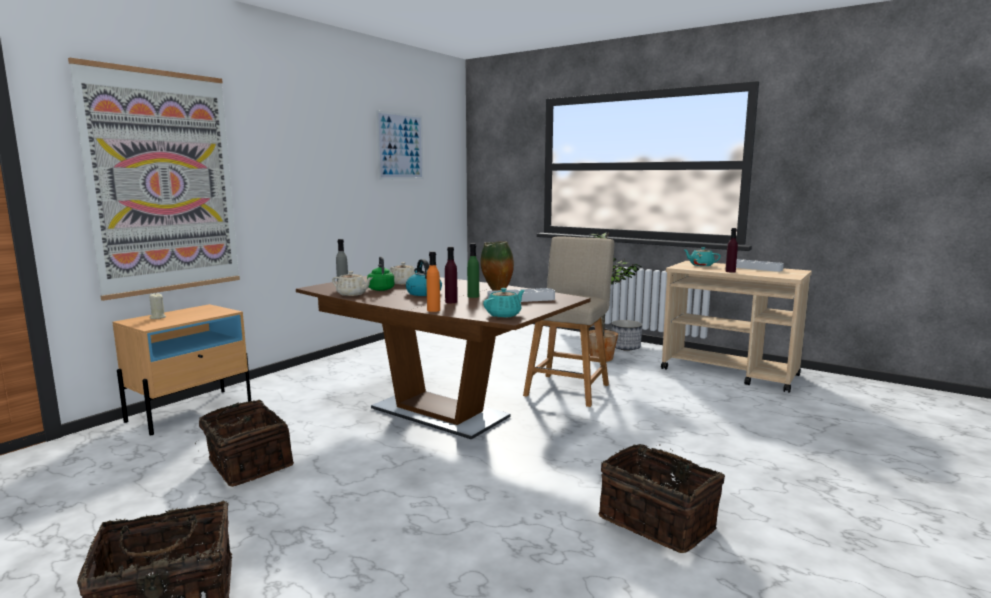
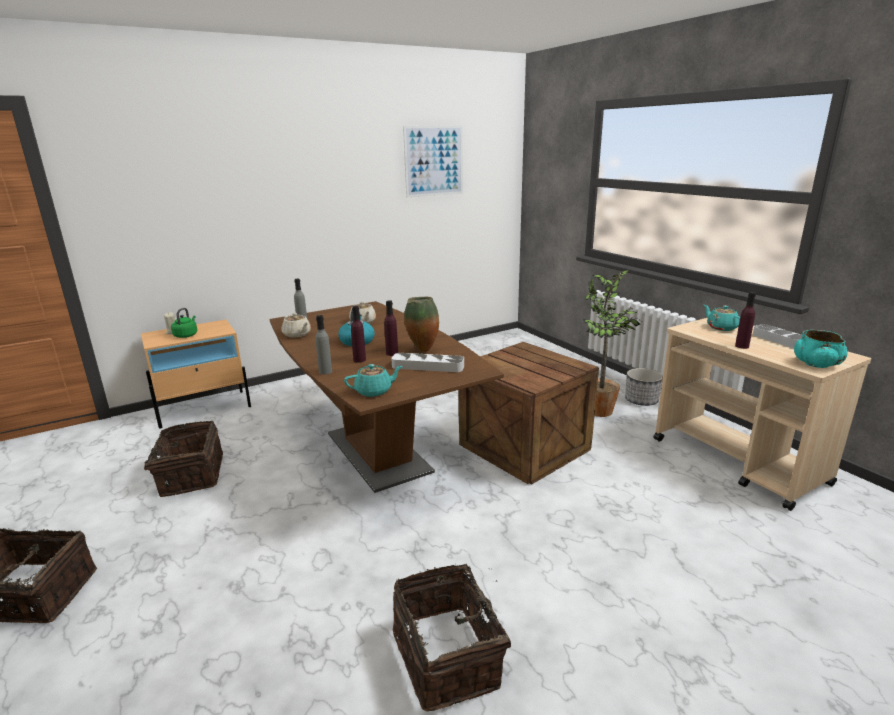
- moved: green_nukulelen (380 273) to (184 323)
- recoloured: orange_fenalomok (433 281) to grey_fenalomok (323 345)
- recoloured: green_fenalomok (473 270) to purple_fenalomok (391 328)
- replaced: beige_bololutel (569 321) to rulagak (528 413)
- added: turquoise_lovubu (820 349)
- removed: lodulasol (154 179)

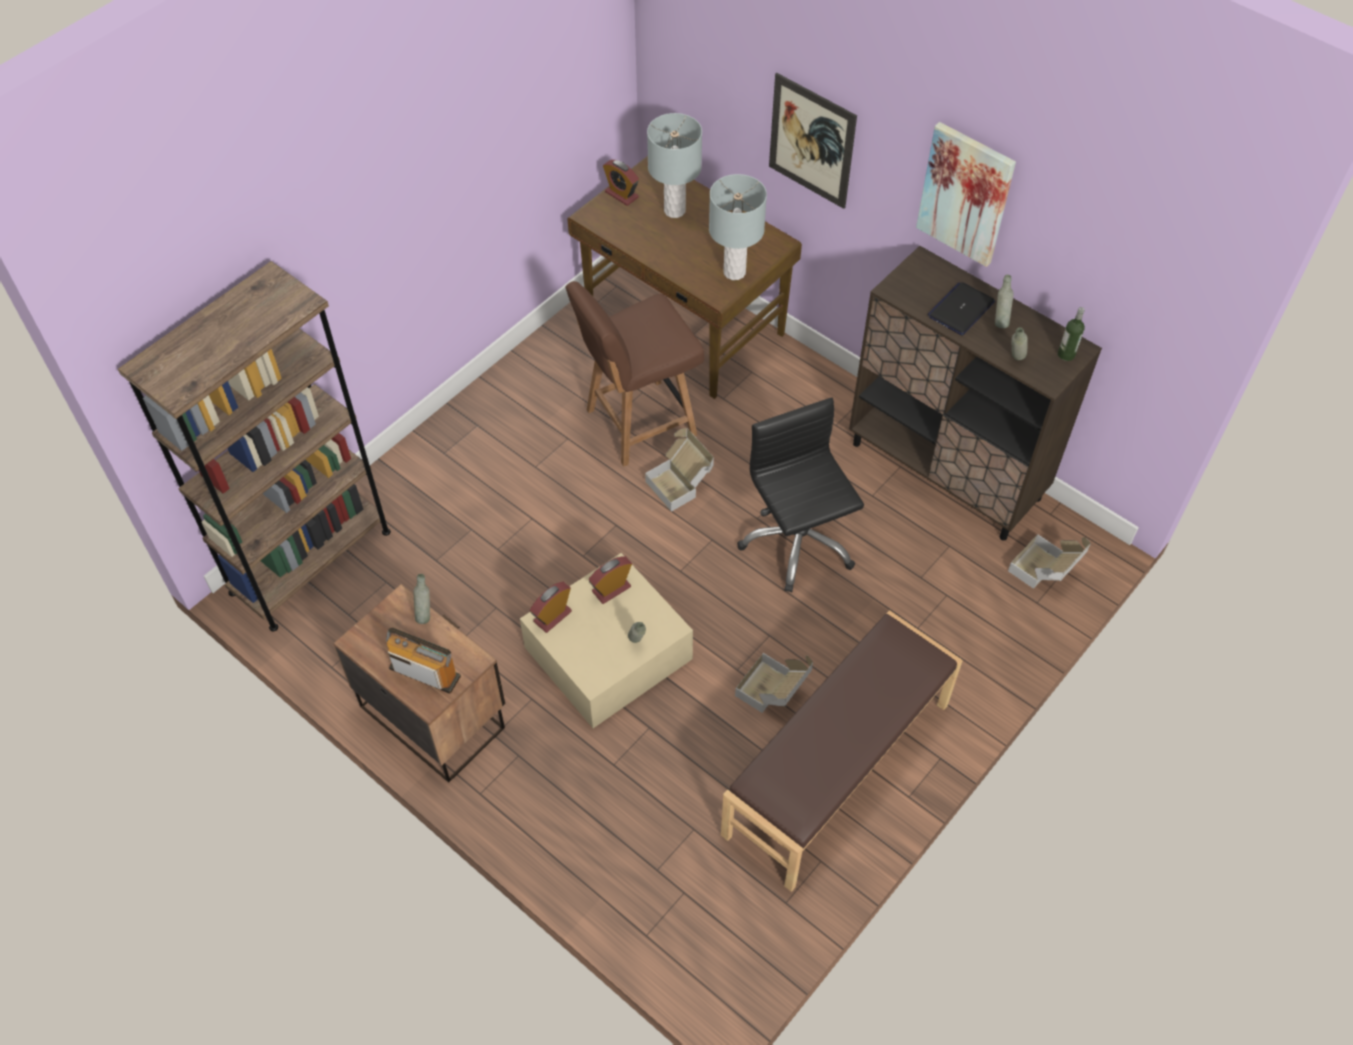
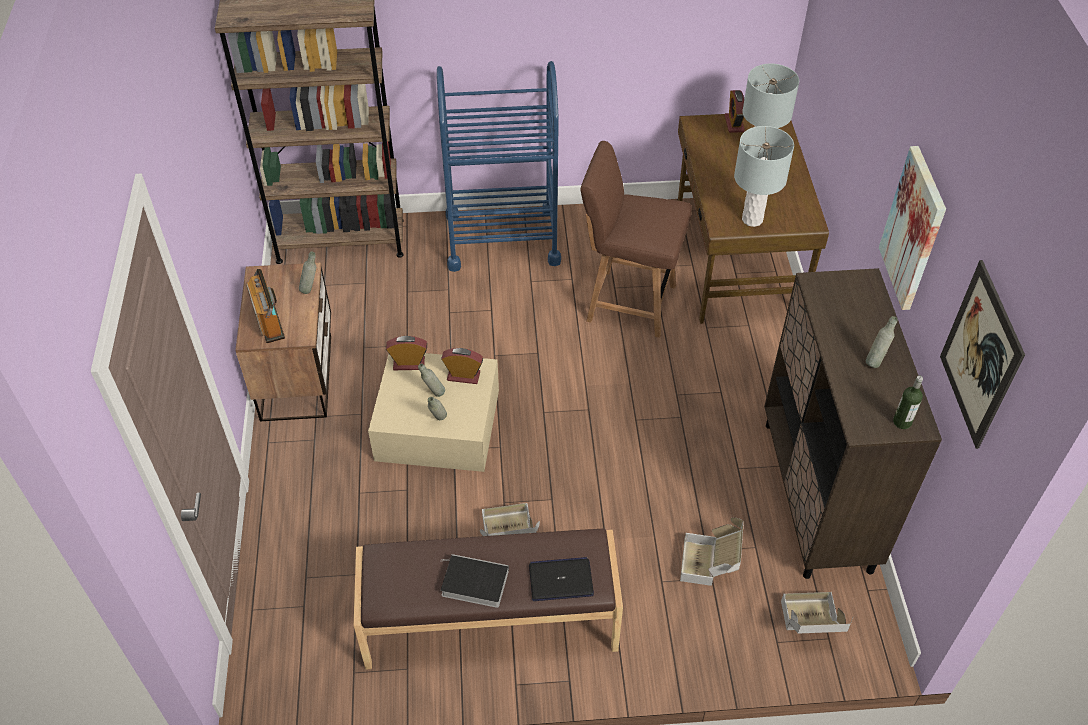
- moved: grey_fenalomok (1020 343) to (431 380)
- added: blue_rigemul (499 166)
- added: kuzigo (475 581)
- moved: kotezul (961 308) to (561 579)
- moved: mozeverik (679 470) to (712 551)
- moved: lodulasol (813 141) to (982 354)
- removed: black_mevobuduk (800 495)

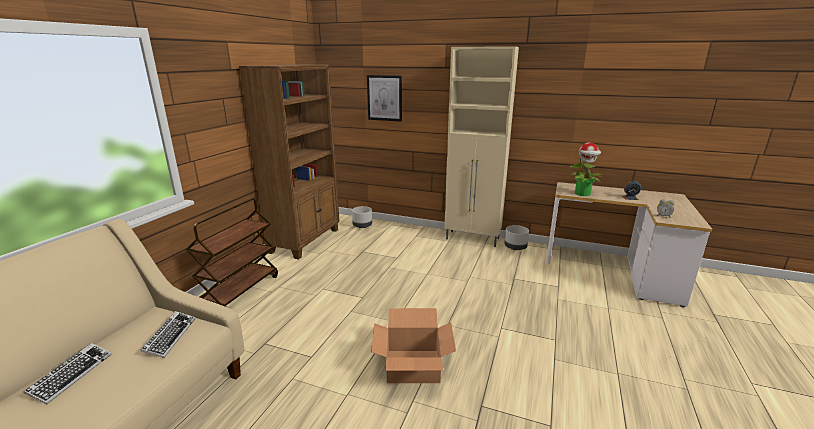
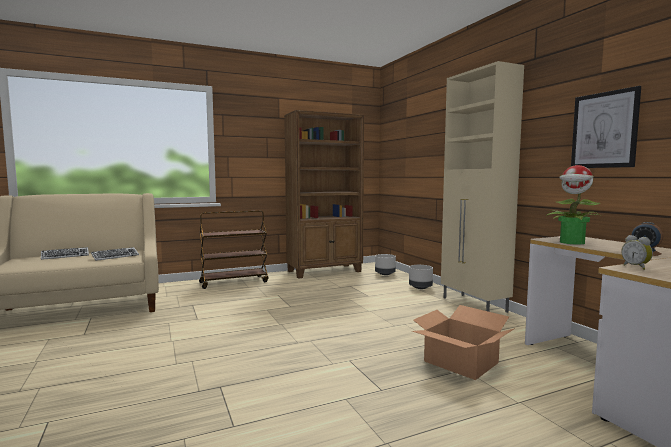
- moved: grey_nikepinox (516 237) to (421 277)
- moved: mozeverik (413 345) to (463 342)
- moved: lodulasol (384 98) to (606 127)

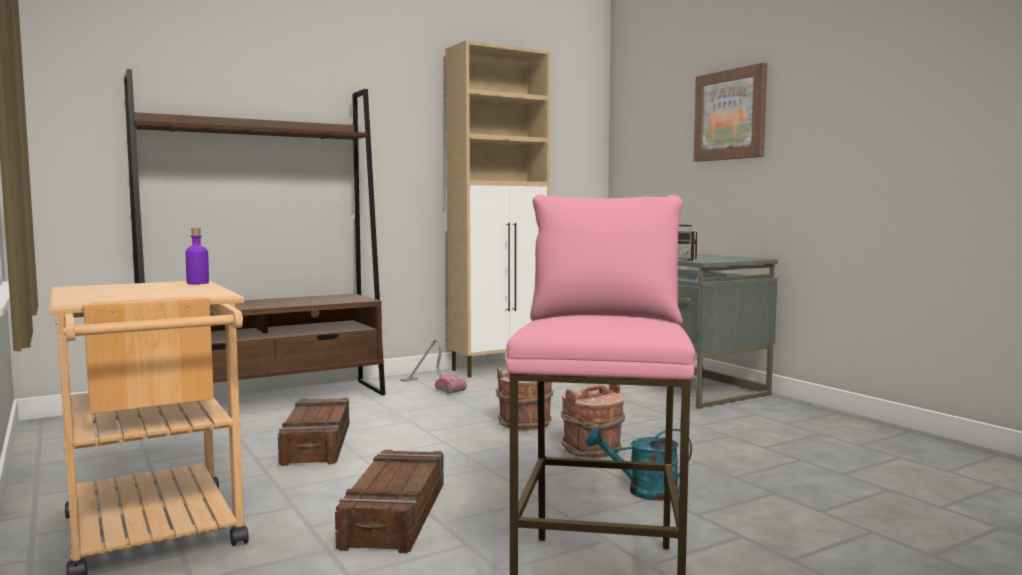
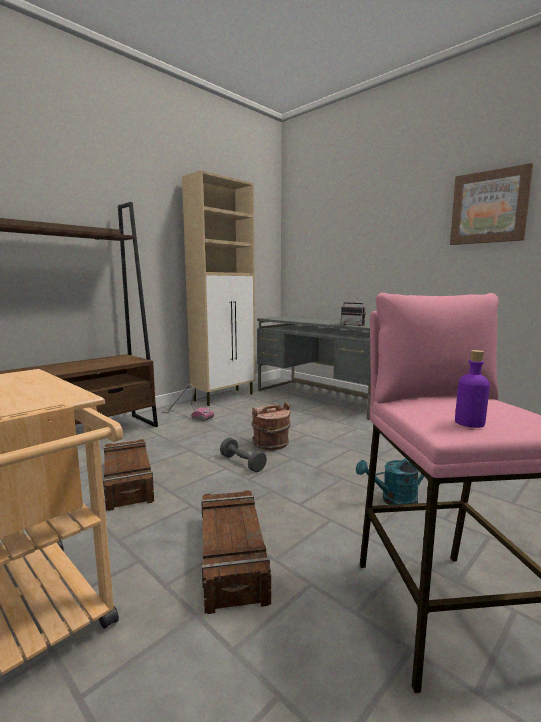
- added: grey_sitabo (243 455)
- moved: lodulasol (730 112) to (491 204)
- moved: purple_fenalomok (197 256) to (472 389)
- removed: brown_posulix (593 421)

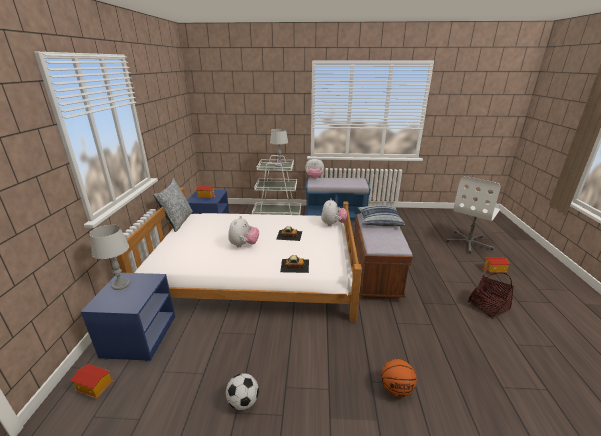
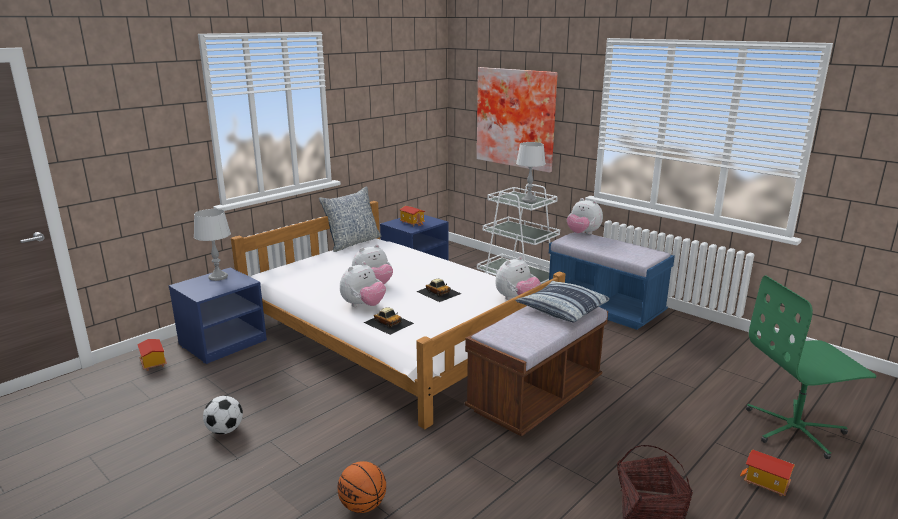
- added: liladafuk (363 284)
- added: lodulasol (517 120)
- recoloured: white_mevobuduk (473 214) to green_mevobuduk (811 367)

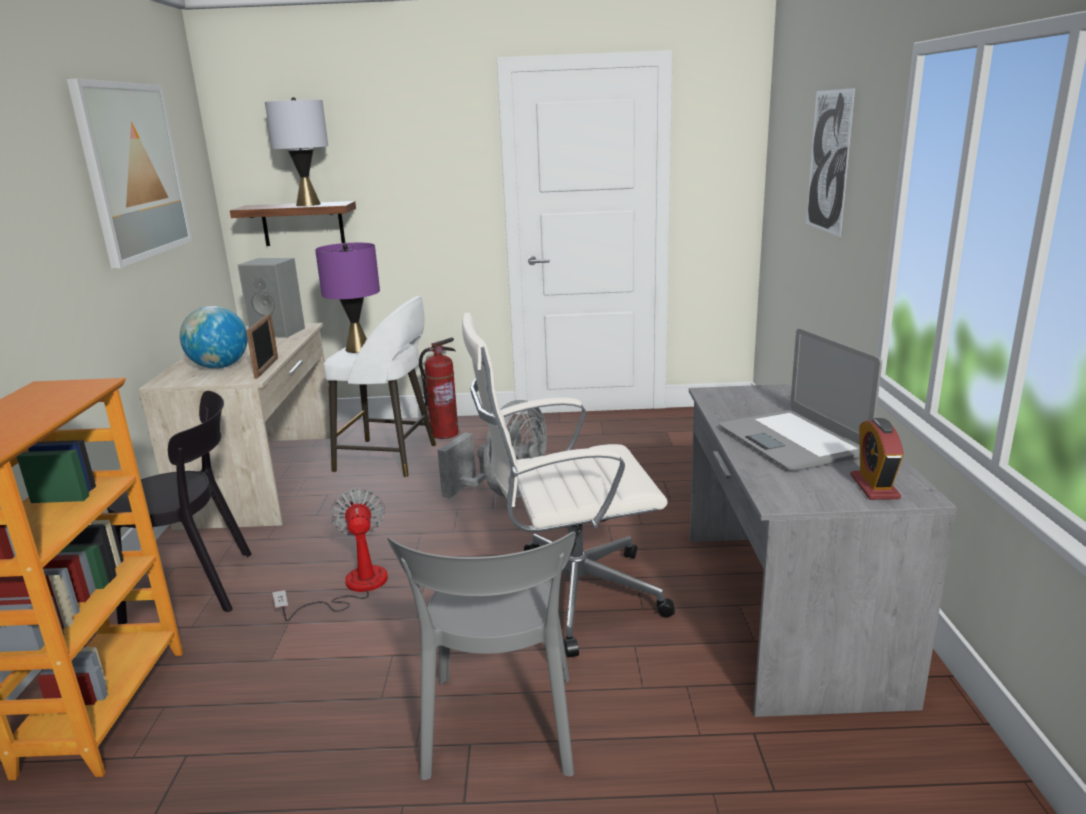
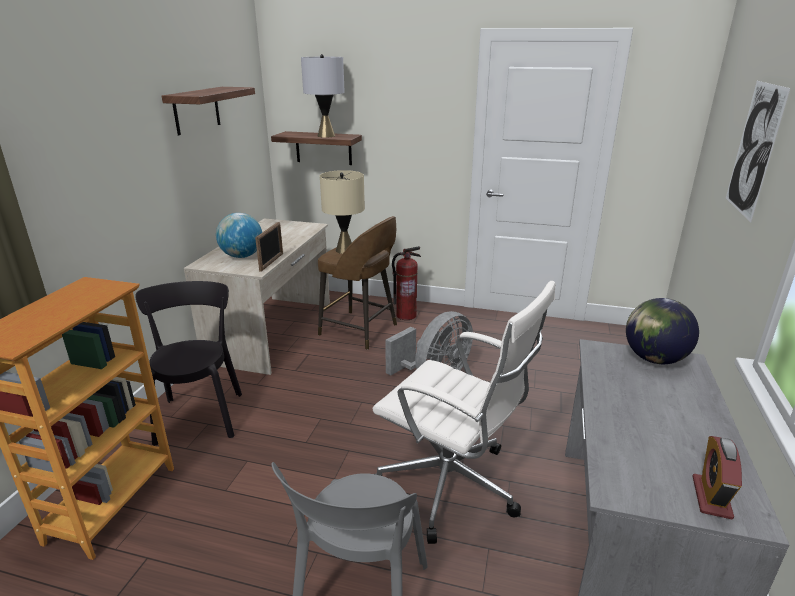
- turned: black_bololutel (179 507) = (188 363) 105 degrees counterclockwise
- replaced: lodulasol (129 174) to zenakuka (208 111)
- recoloured: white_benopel (379 386) to brown_benopel (357 283)
- recoloured: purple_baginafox (347 298) to beige_baginafox (342 212)
- turned: white_mevobuduk (568 485) = (464 412) 150 degrees counterclockwise
- added: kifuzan (662 331)
- removed: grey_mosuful (271 298)
- removed: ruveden (330 554)
- removed: kotezul (800 399)

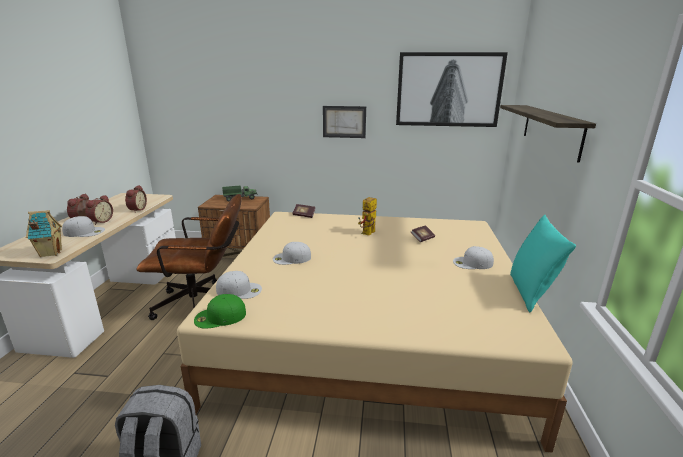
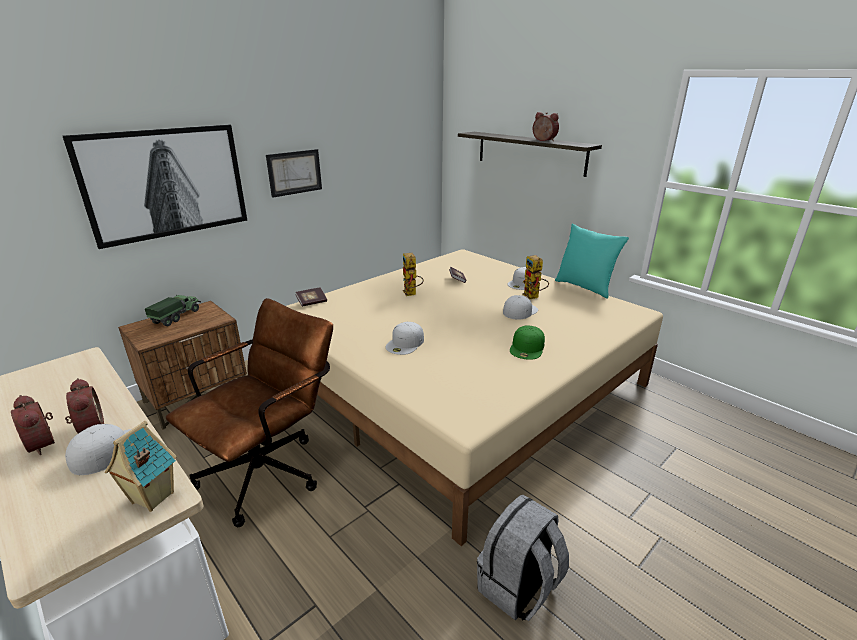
- moved: lodulasol (452 89) to (155 186)
- moved: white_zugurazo (239 285) to (520 307)
- moved: green_zugurazo (220 311) to (527 343)
- added: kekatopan (535 277)
- moved: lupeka (136 198) to (546 126)

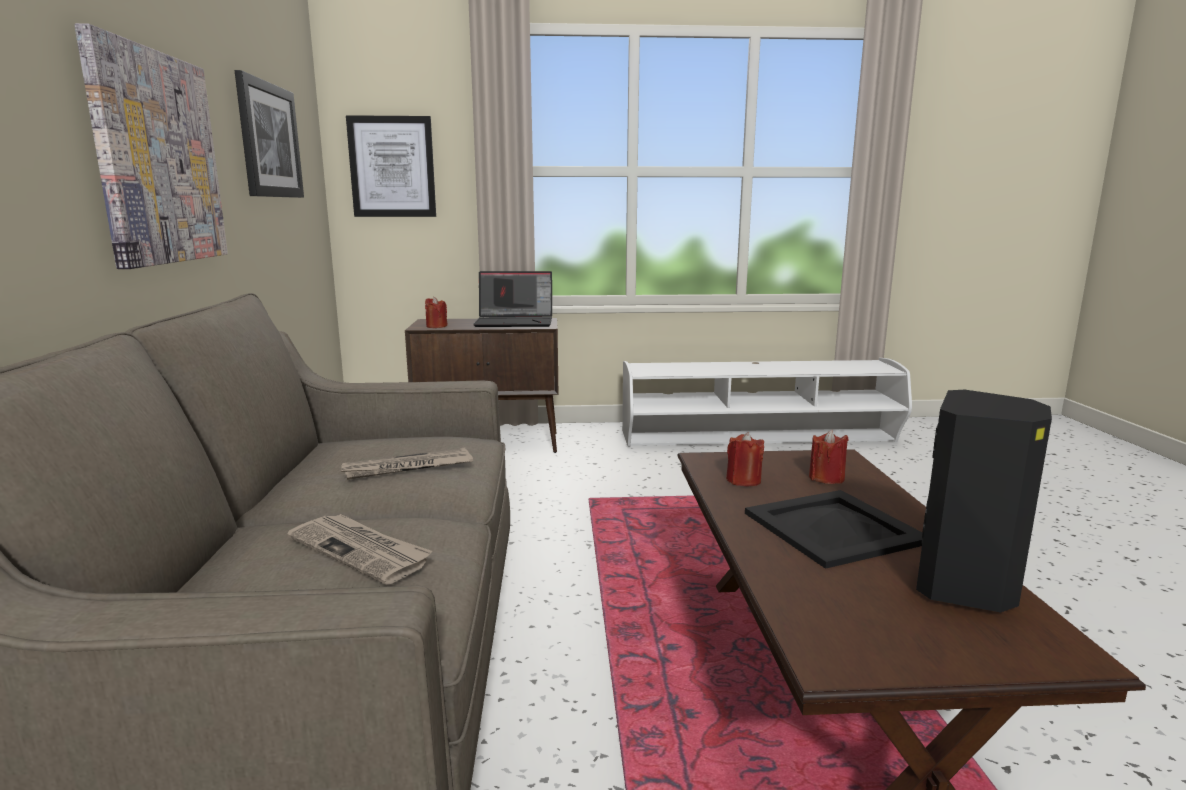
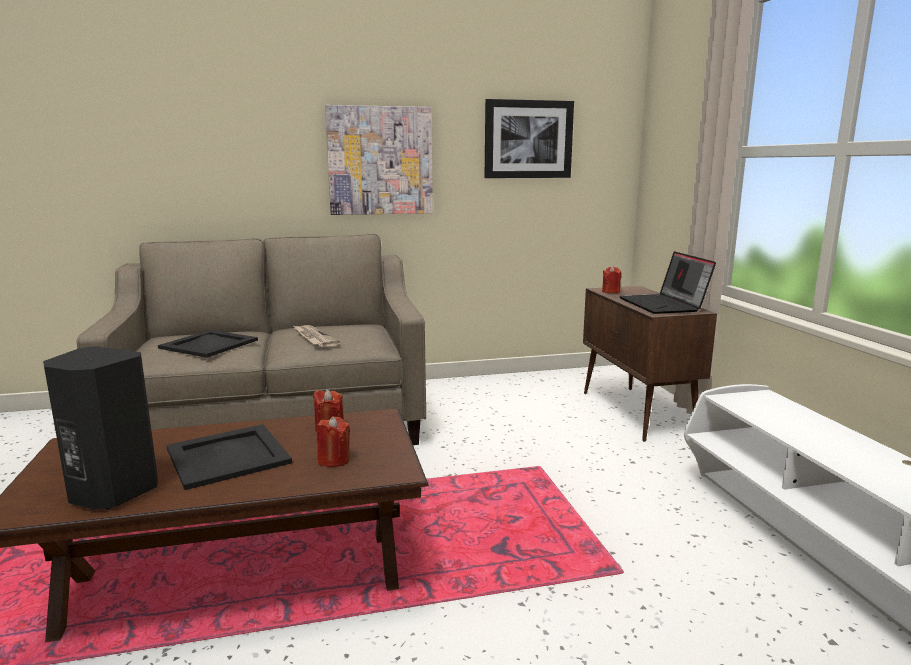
- replaced: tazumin (359 549) to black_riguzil (208 344)
- removed: lodulasol (391 166)

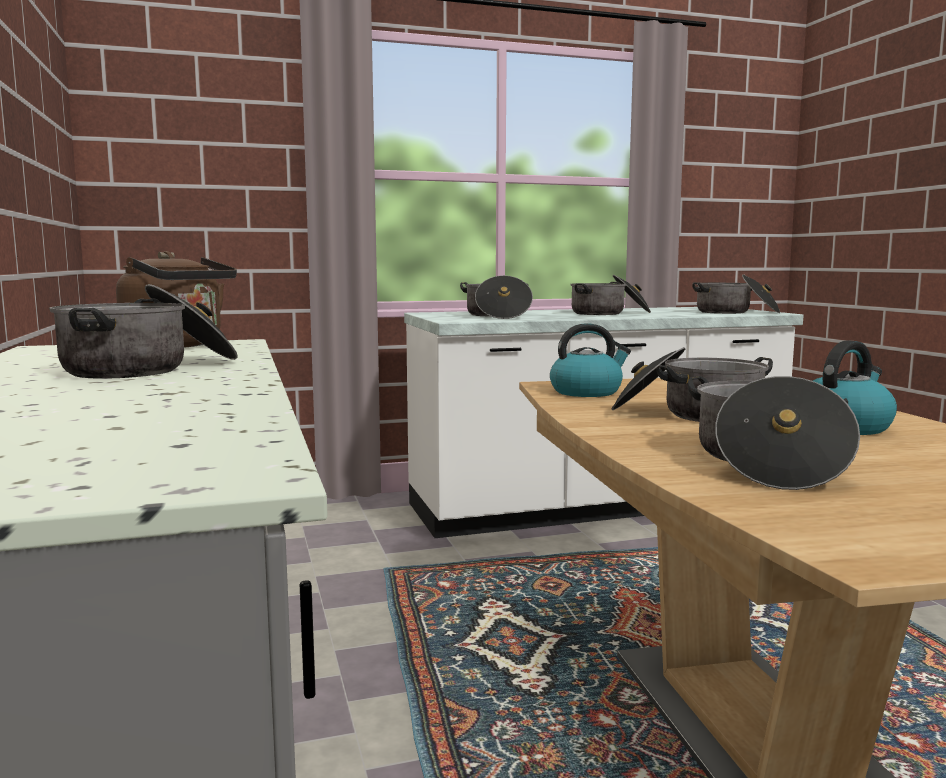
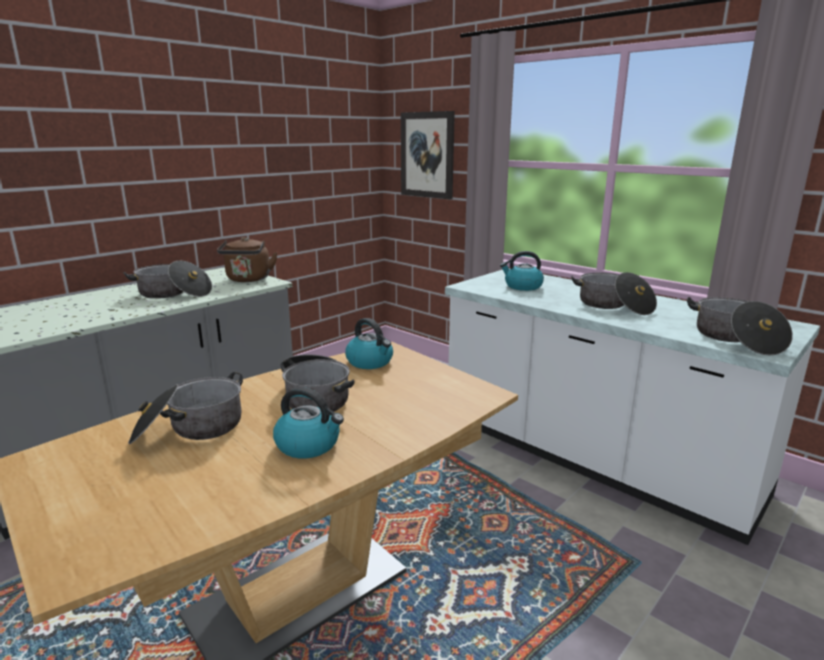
- added: lodulasol (428 155)
- replaced: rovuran (496 297) to nukulelen (522 271)

